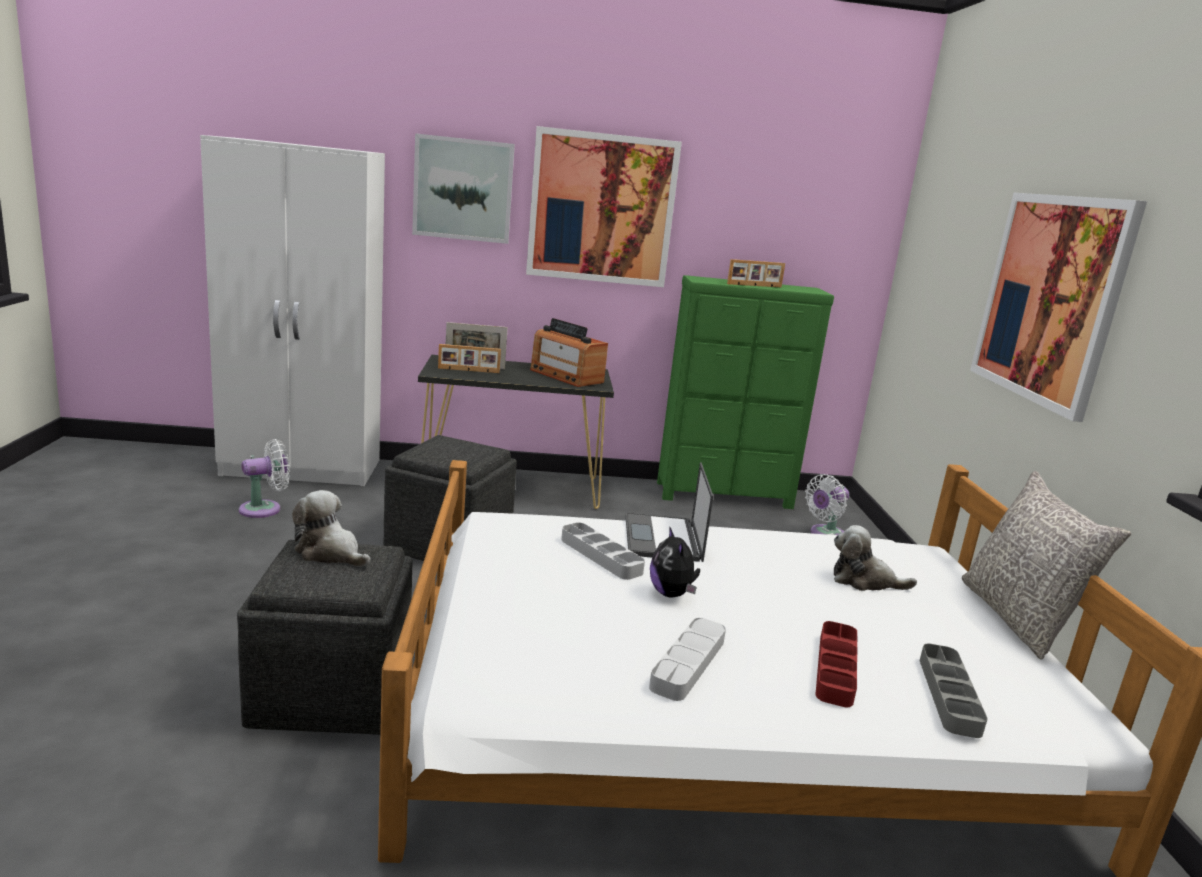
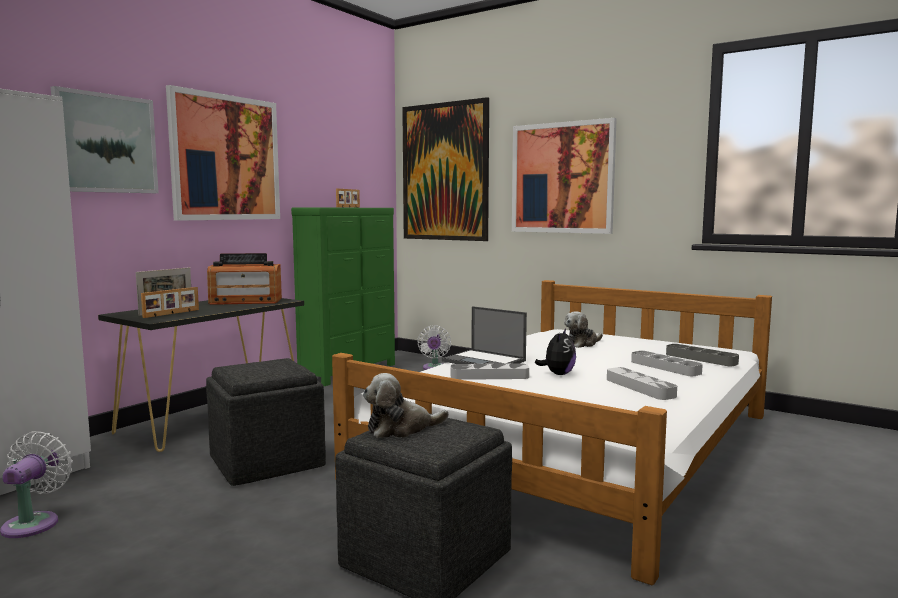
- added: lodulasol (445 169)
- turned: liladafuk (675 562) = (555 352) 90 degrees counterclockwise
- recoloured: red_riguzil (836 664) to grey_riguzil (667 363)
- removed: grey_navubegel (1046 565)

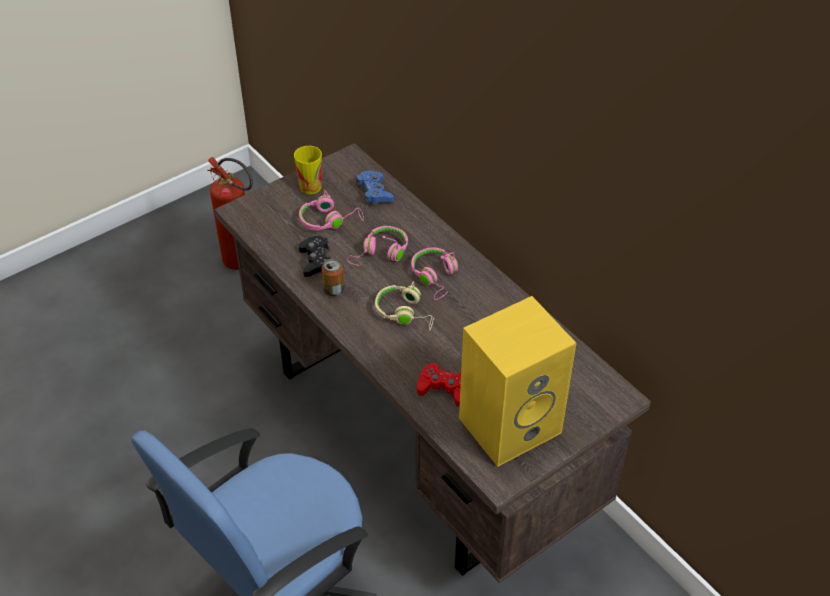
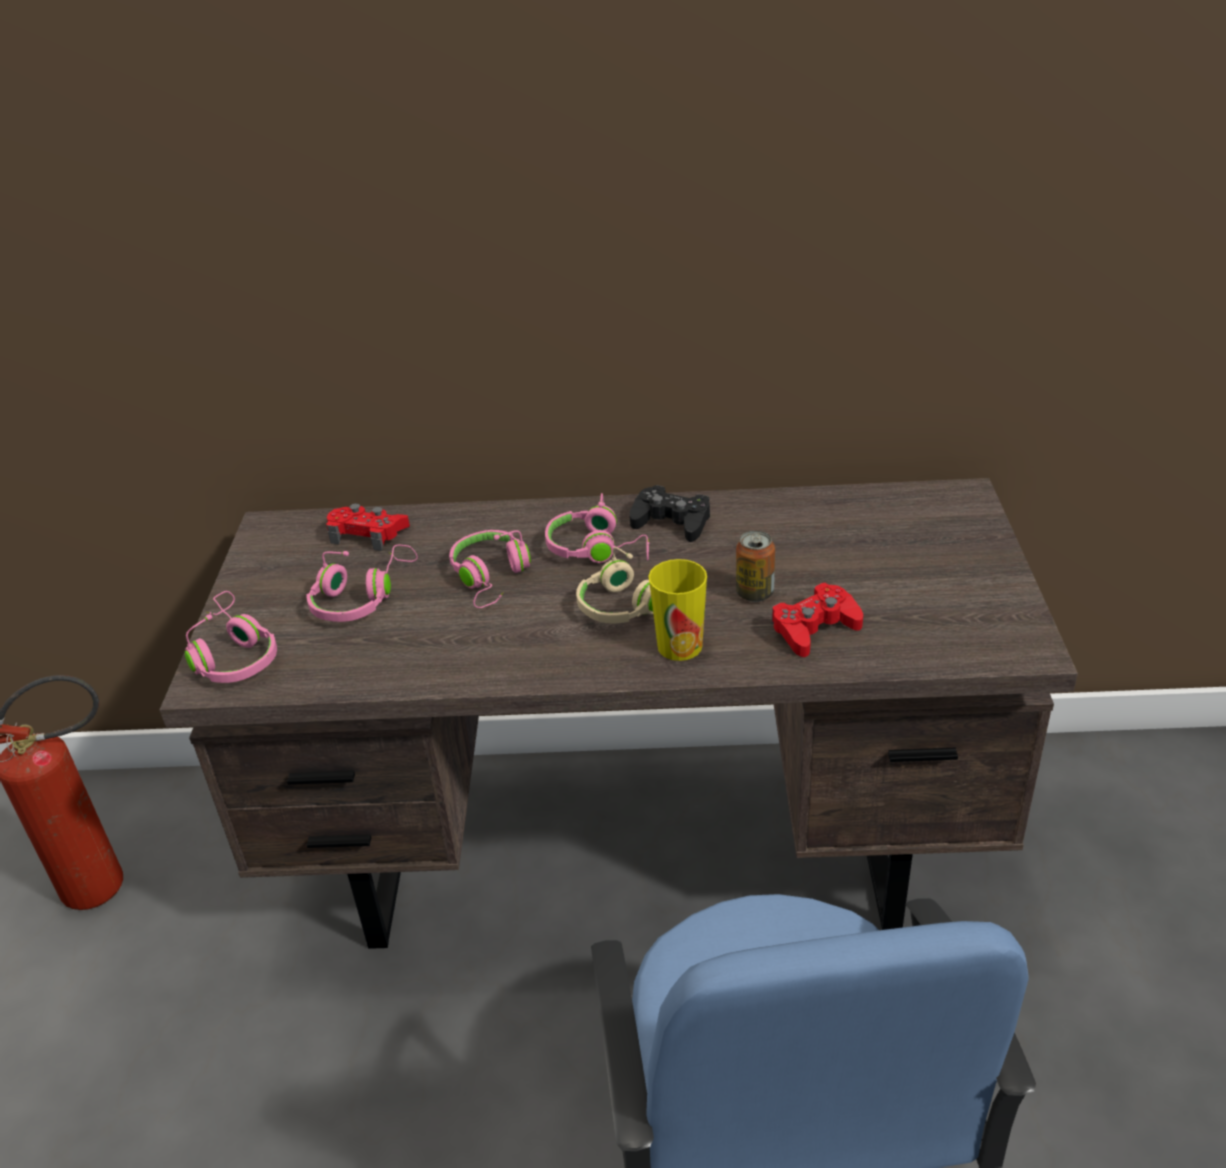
- added: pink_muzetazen (231 637)
- recoloured: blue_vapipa (375 187) to red_vapipa (368 527)
- moved: black_vapipa (315 256) to (670 513)
- moved: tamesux (308 170) to (677 610)
- moved: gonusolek (333 277) to (755 566)
- removed: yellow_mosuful (517 381)

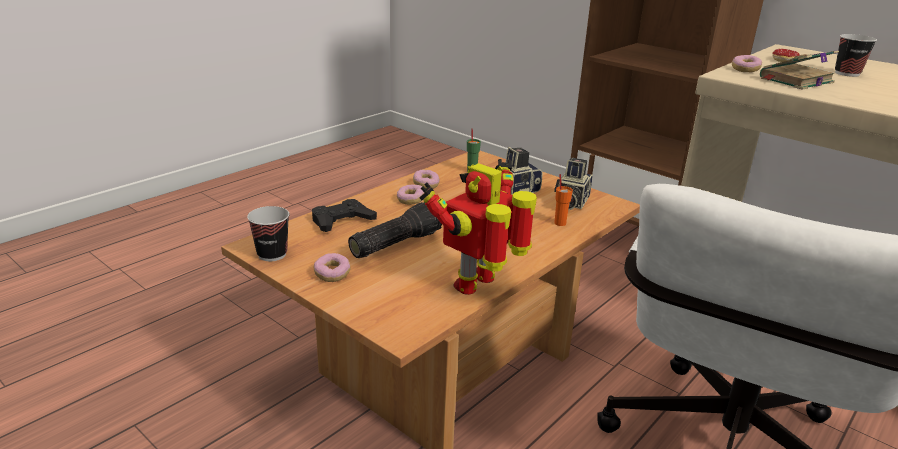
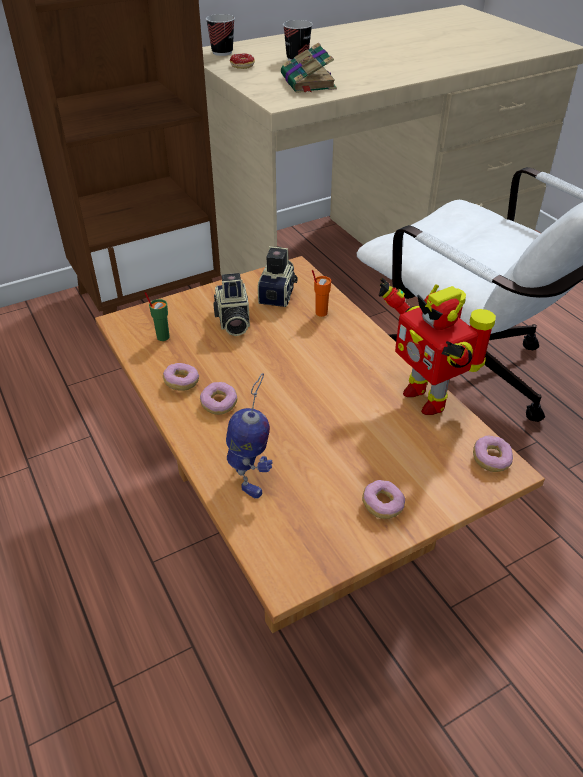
- moved: tamesux (268 233) to (220 35)
- replaced: black_vapipa (344 215) to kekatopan (249 436)
- turned: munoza (573 184) = (278 276) 120 degrees counterclockwise
- moved: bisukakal (747 63) to (493 453)
- removed: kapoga (395 230)

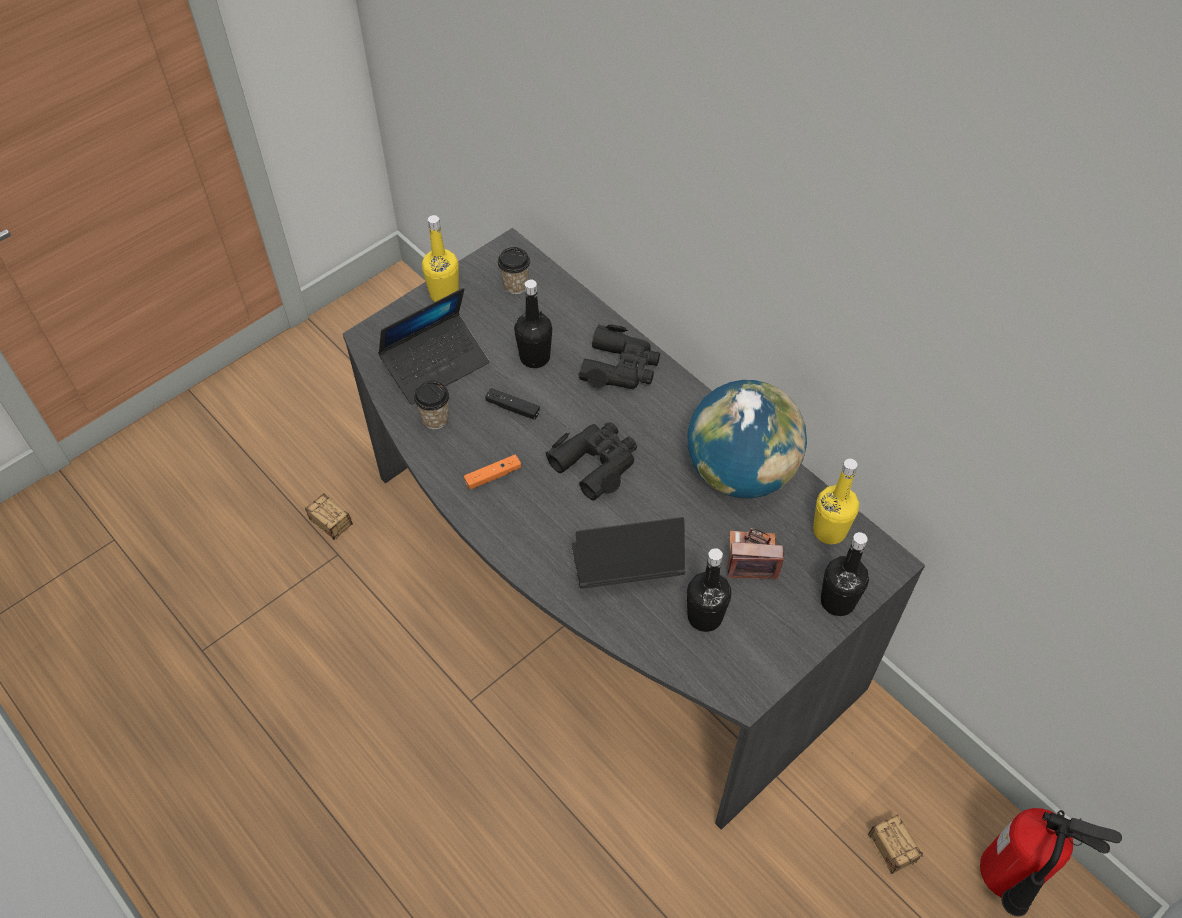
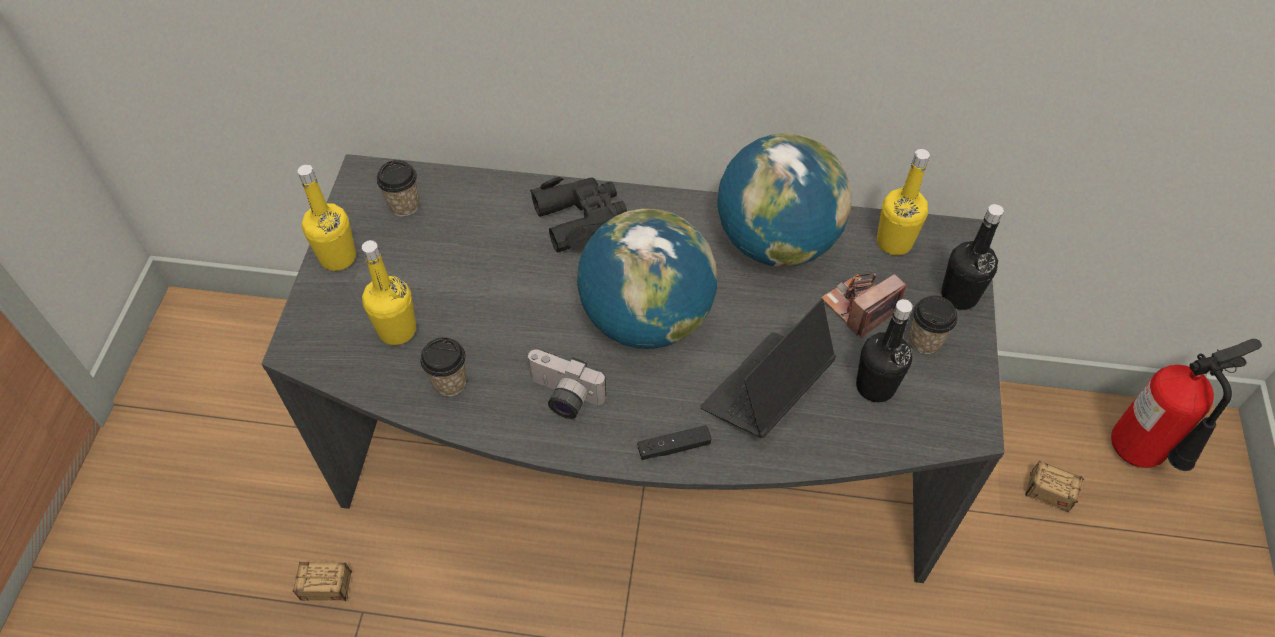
- replaced: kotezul (433 346) to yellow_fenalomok (389 292)
- replaced: orange_vapipa (492 472) to munoza (566 384)
- replaced: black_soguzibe (591 461) to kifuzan (647 279)
- moved: black_vapipa (512 404) to (674 442)
- added: tamesux (933 325)
- removed: black_fenalomok (533 324)

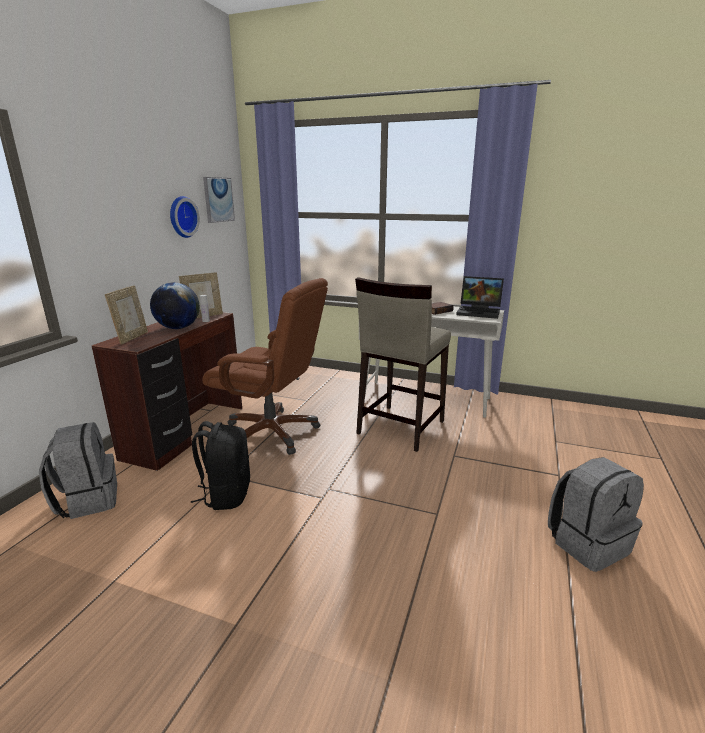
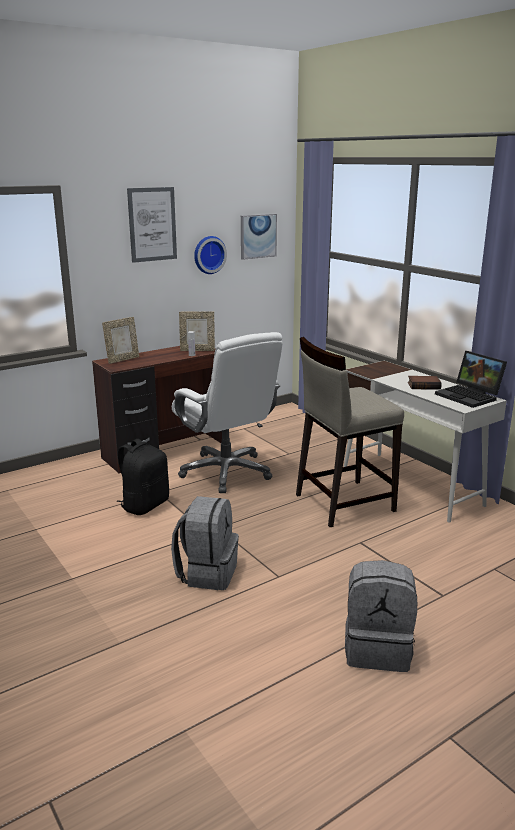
- added: lodulasol (152 225)
- moved: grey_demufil (78 470) to (205 543)
- recoloured: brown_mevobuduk (265 366) to white_mevobuduk (227 412)
- removed: kifuzan (175 305)

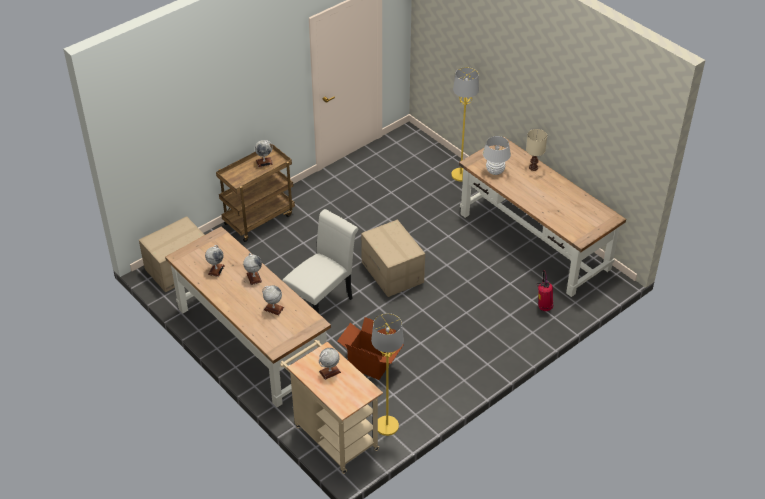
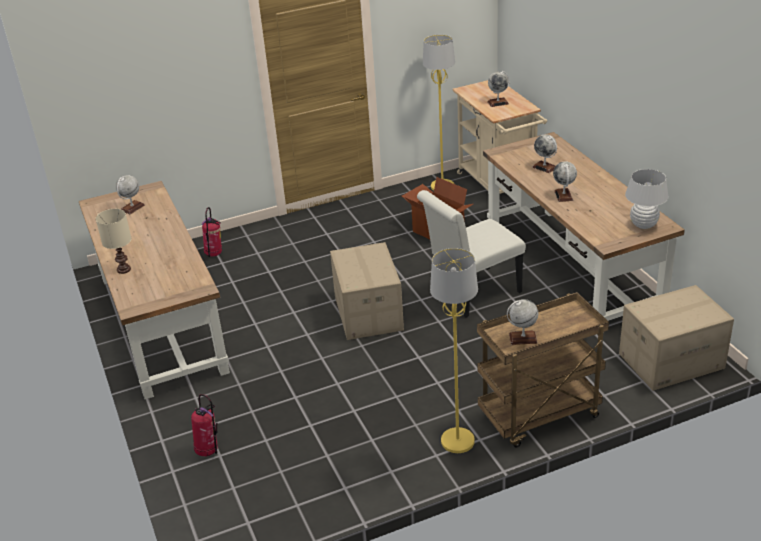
- moved: kifuzan (215 261) to (130 194)
- added: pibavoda (204 425)
- moved: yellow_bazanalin (465 124) to (454 350)
- moved: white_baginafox (497 155) to (647 199)

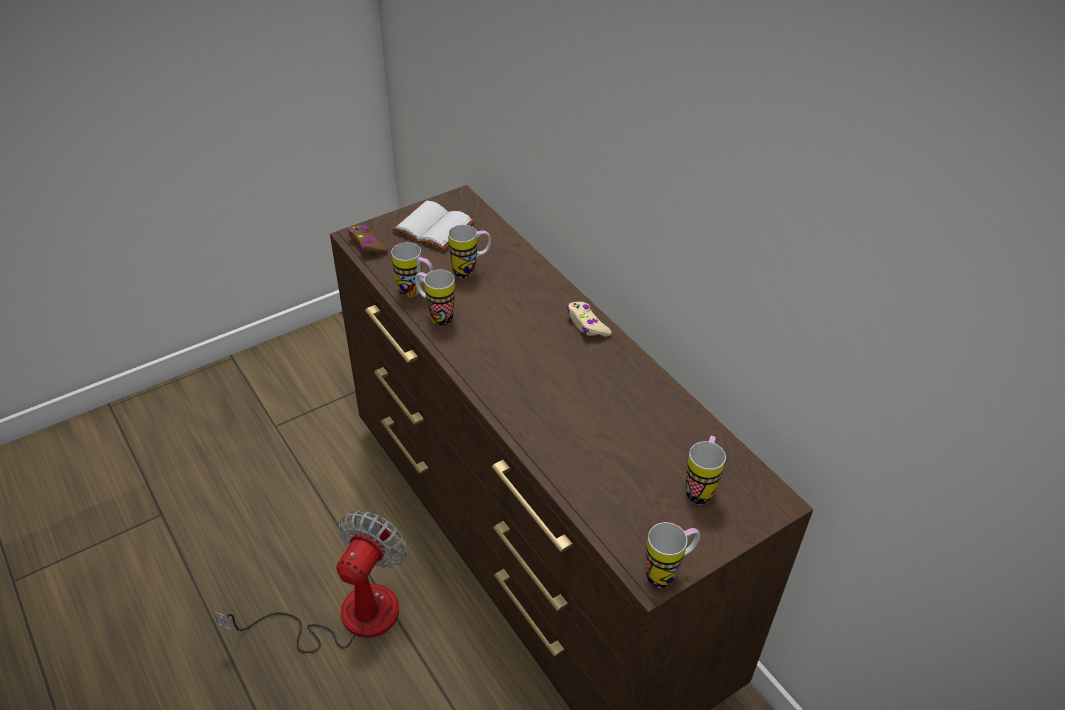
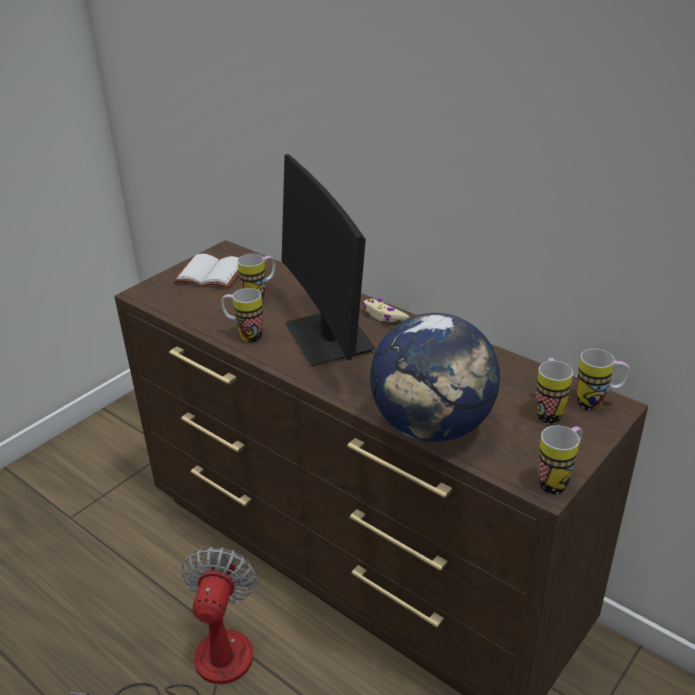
- added: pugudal (329 260)
- added: kifuzan (435 377)
- moved: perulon (412 269) to (603 380)
- removed: brown_vapipa (368 239)

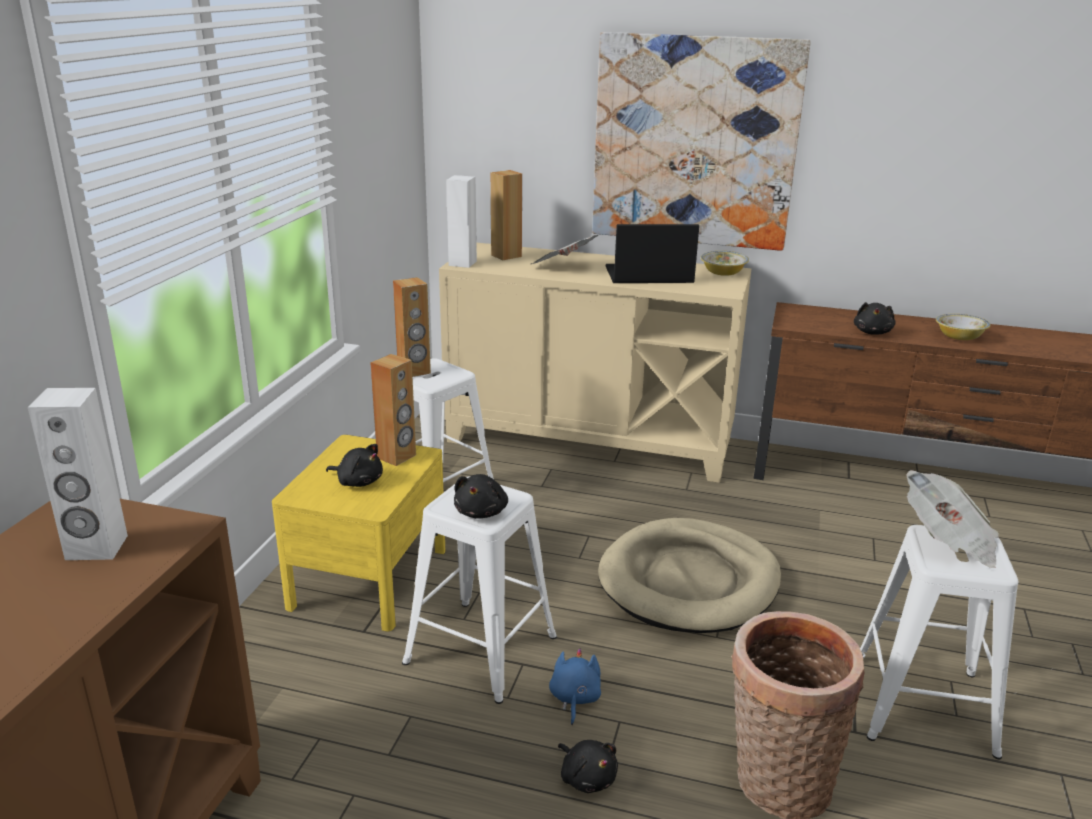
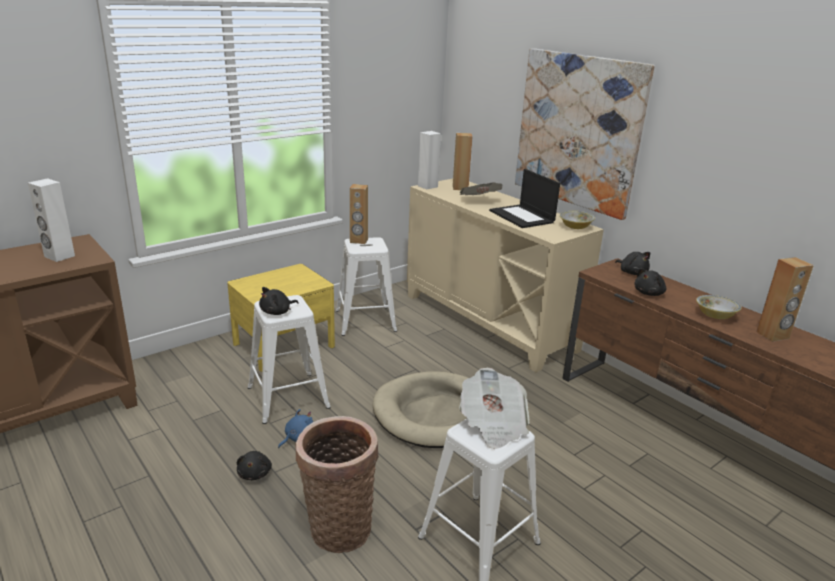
- turned: kotezul (652 253) = (524 198) 150 degrees counterclockwise
- moved: black_liladafuk (354 465) to (632 263)
- moved: brown_mosuful (393 410) to (785 299)

